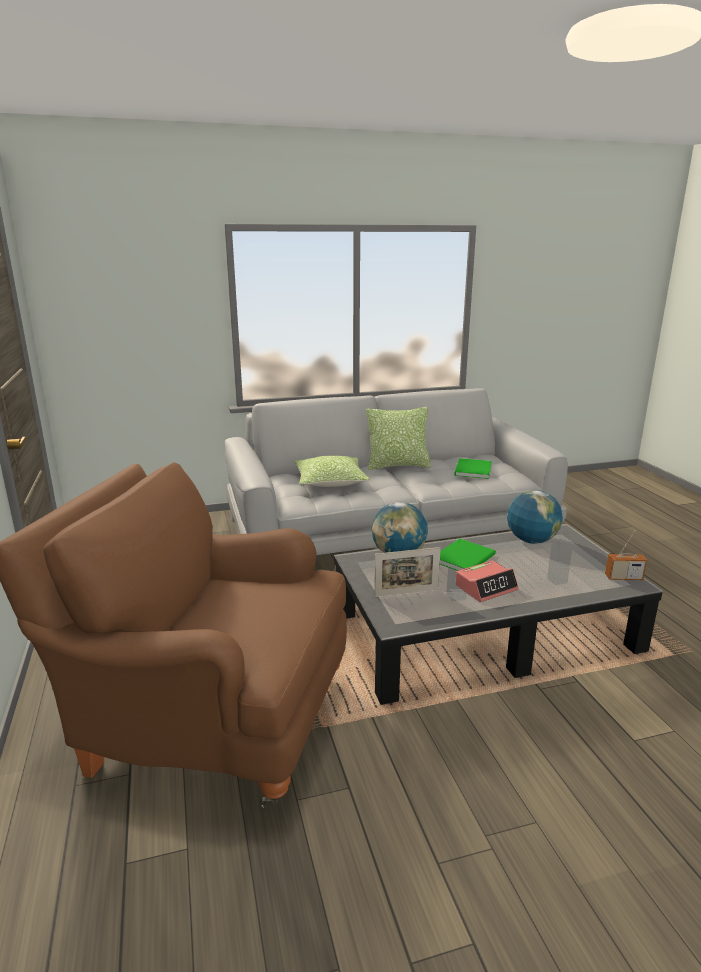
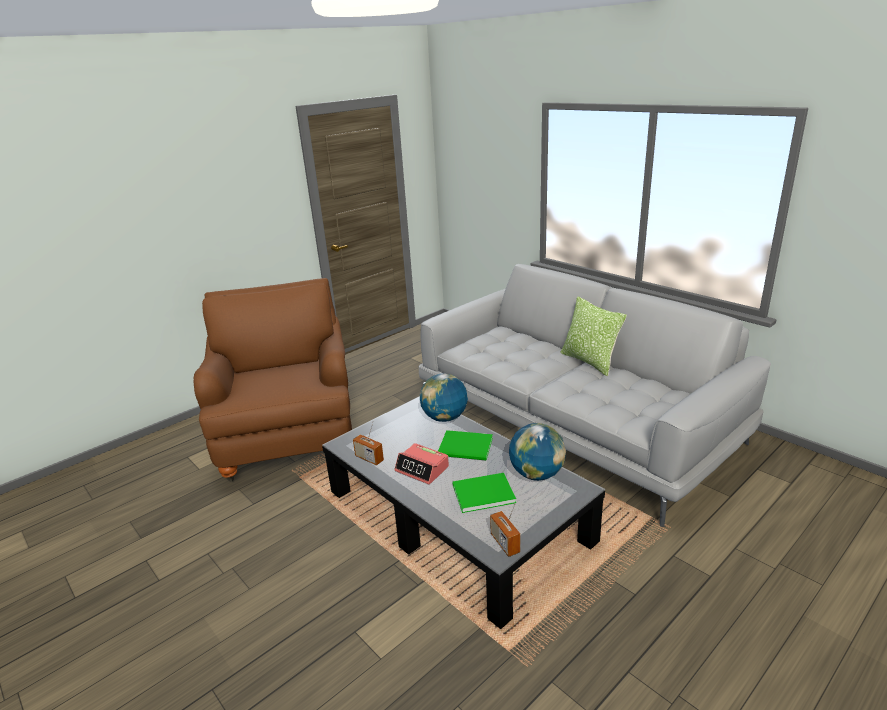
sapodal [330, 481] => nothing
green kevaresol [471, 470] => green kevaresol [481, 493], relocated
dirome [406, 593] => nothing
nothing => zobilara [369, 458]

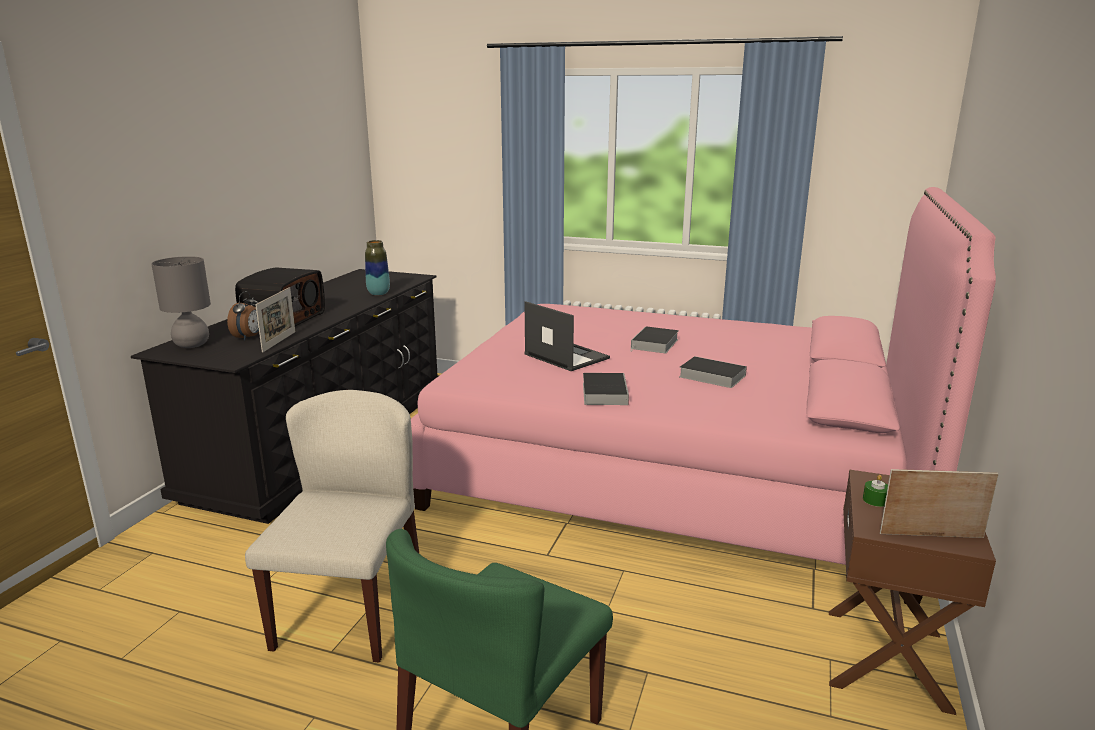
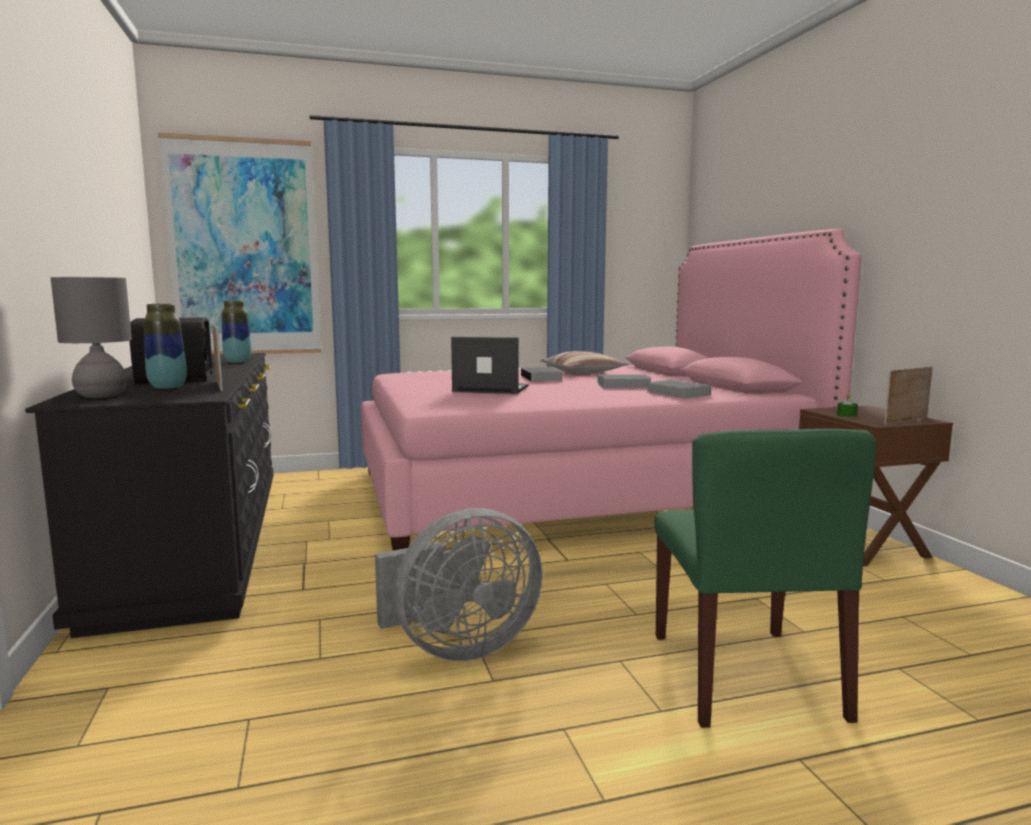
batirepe [249, 337] => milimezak [168, 387]
kevaresol [604, 392] => kevaresol [675, 393], relocated
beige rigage [350, 611] => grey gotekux [458, 647]
nothing => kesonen [244, 248]
nothing => sapodal [582, 373]

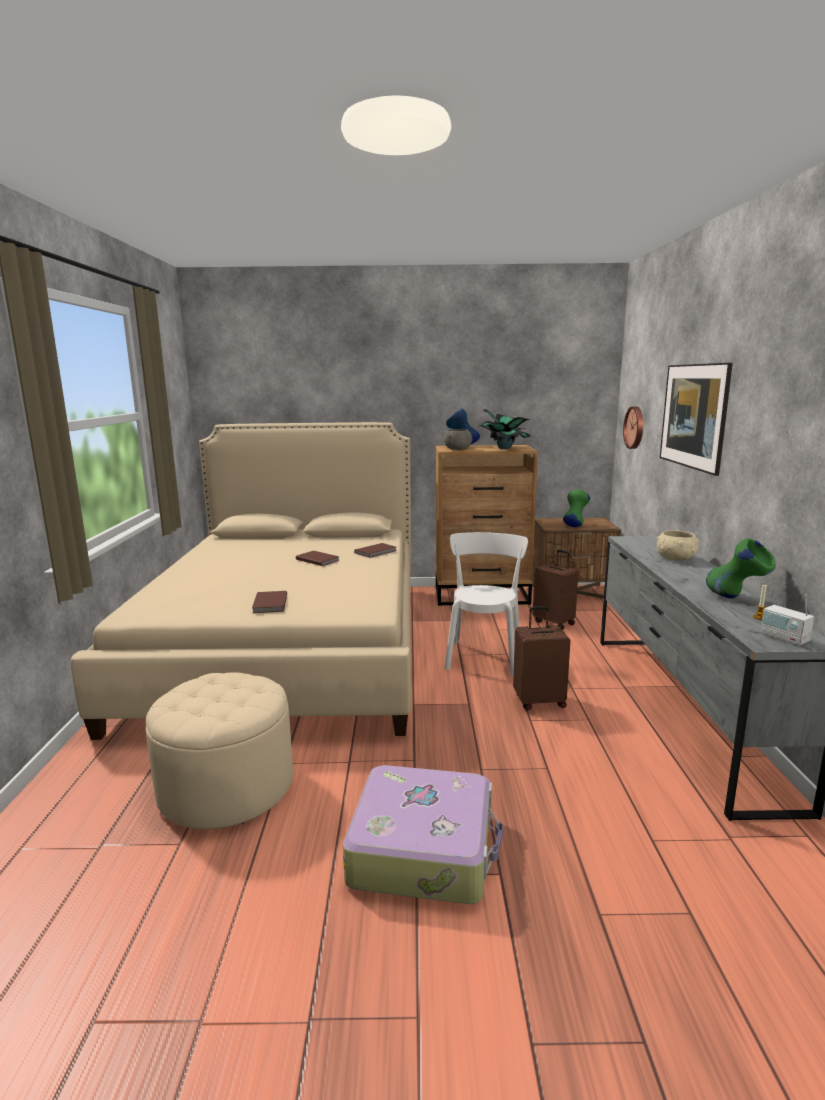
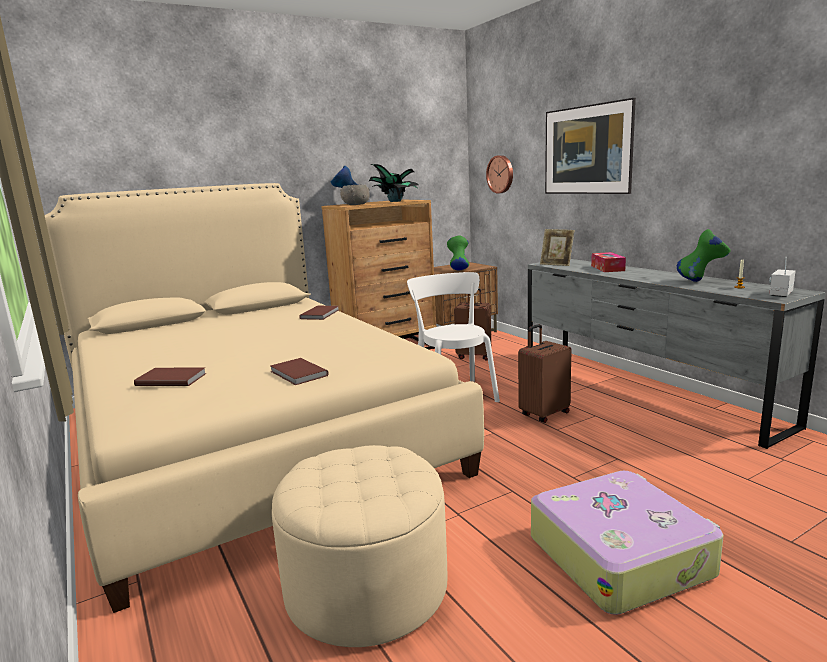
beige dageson [675, 559] => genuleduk [607, 268]
brown kevaresol [318, 560] => brown kevaresol [171, 379], relocated
zobilara [784, 638] => zobilara [780, 294], 105 degrees clockwise
nothing => dirome [556, 264]

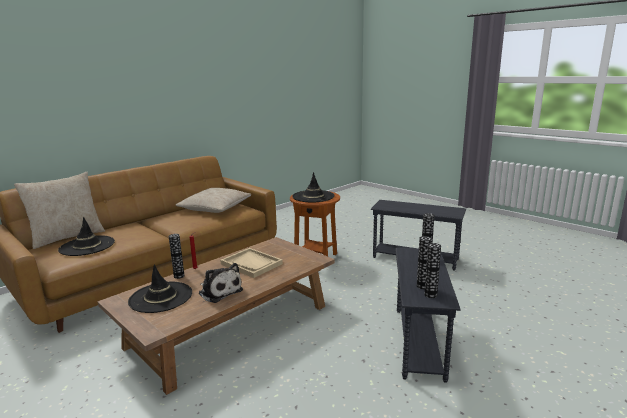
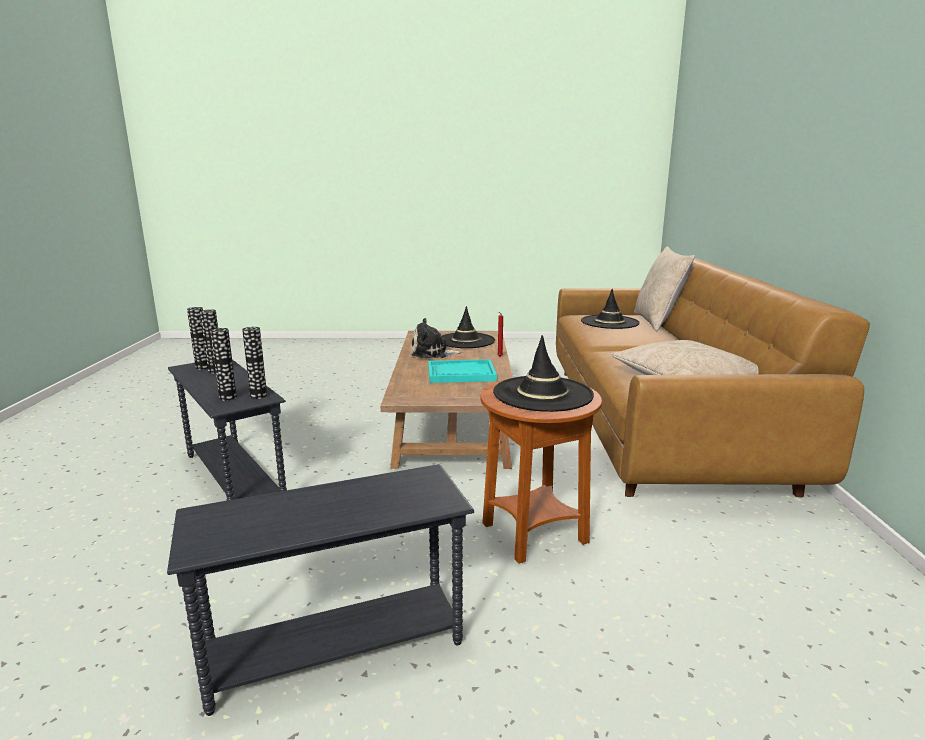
milimezak [179, 276] => milimezak [258, 396], relocated
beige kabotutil [251, 264] => turquoise kabotutil [461, 373]

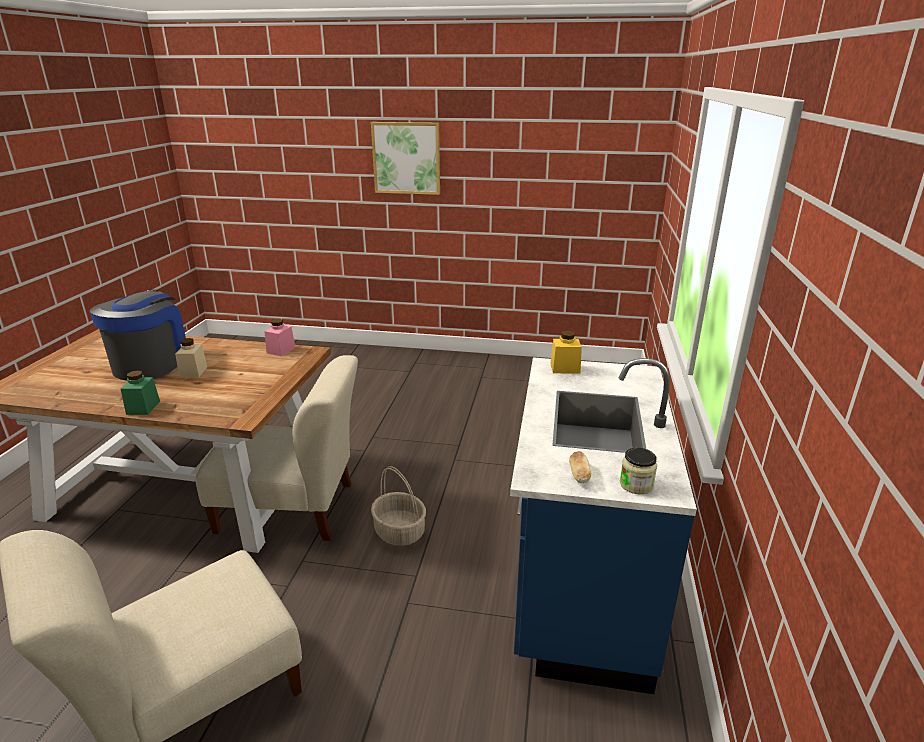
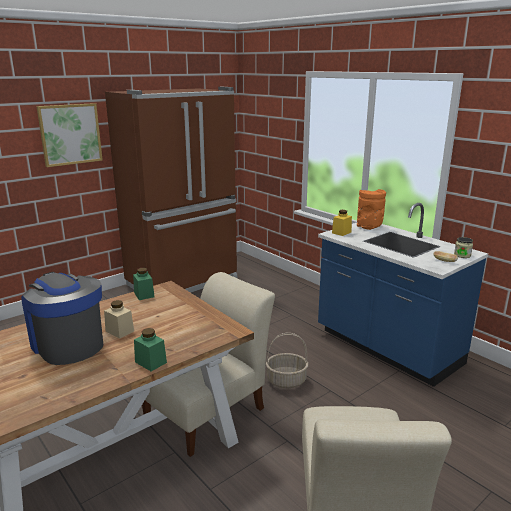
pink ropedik [281, 350] => green ropedik [144, 294]
nothing => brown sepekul [184, 282]
nothing => orange milimezak [369, 227]

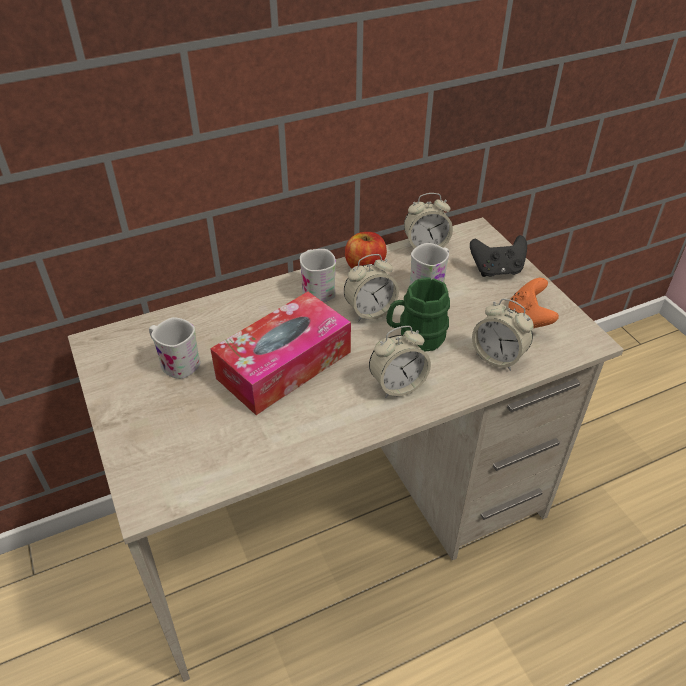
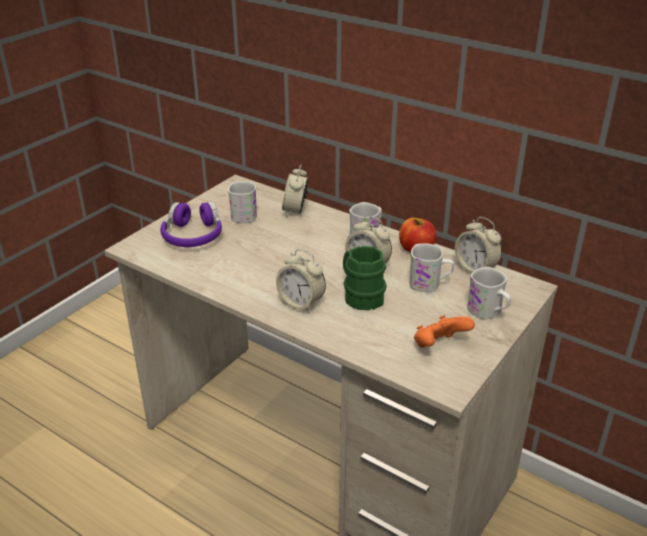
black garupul [497, 270] => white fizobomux [488, 312]
genuleduk [284, 365] => nothing
batirepe [498, 357] => batirepe [295, 211], relocated
nothing => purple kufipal [193, 235]

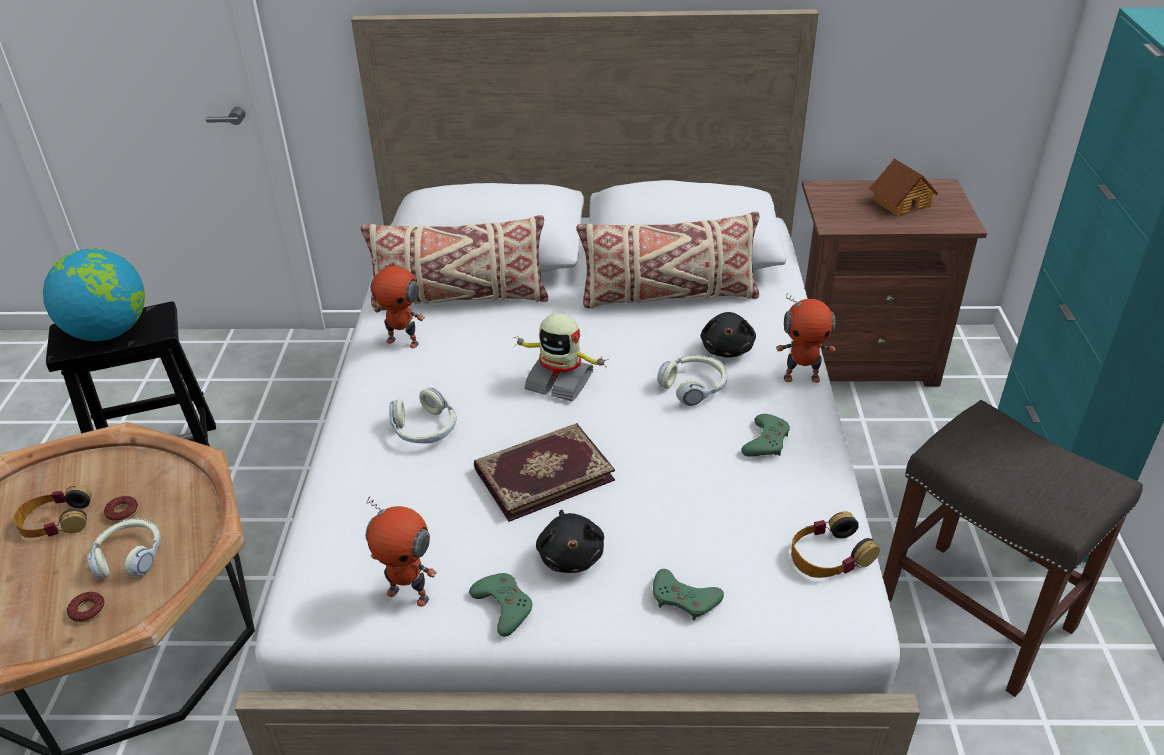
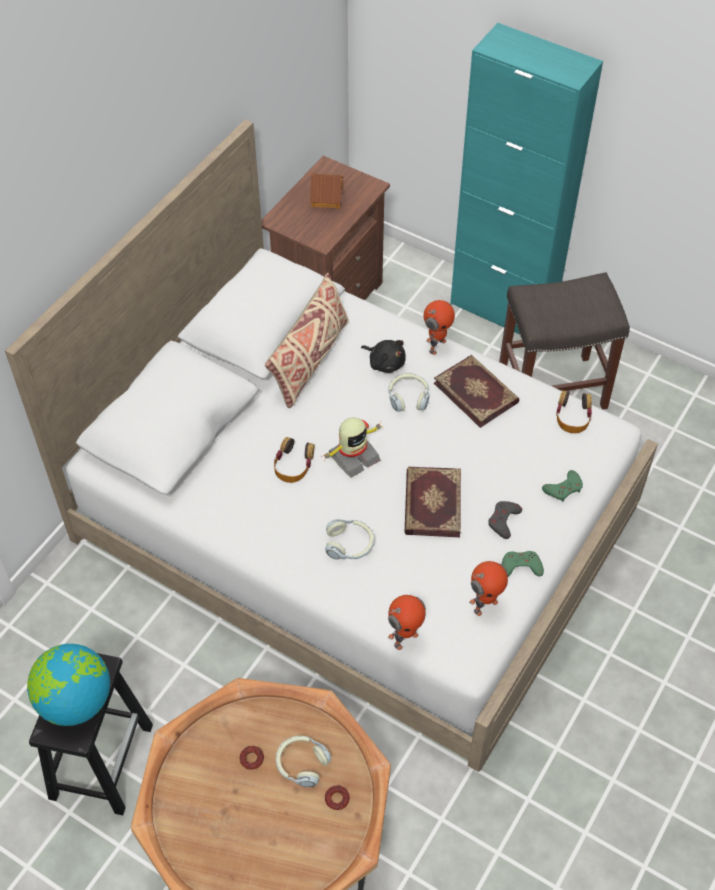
beige sapodal [459, 297] => nothing
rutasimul [403, 341] => rutasimul [405, 638], relocated
green garupul [766, 441] => kevaresol [476, 392]
kufipal [56, 521] => kufipal [293, 464], relocated
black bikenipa [571, 555] => grey garupul [503, 521]

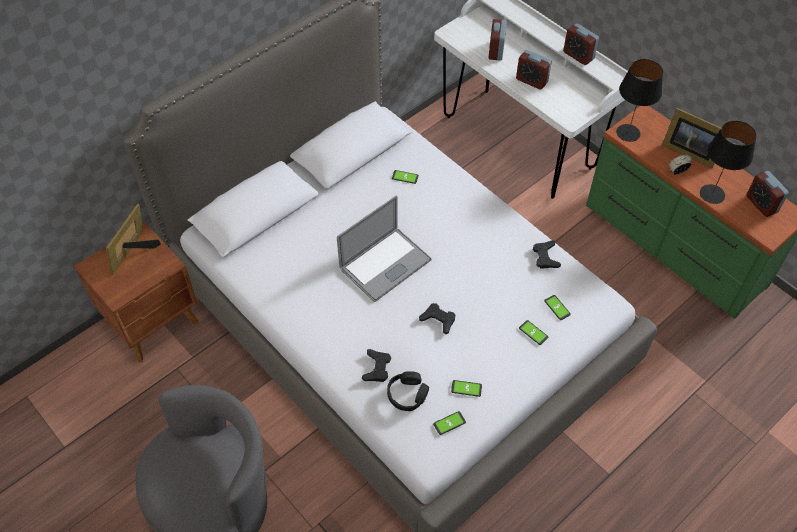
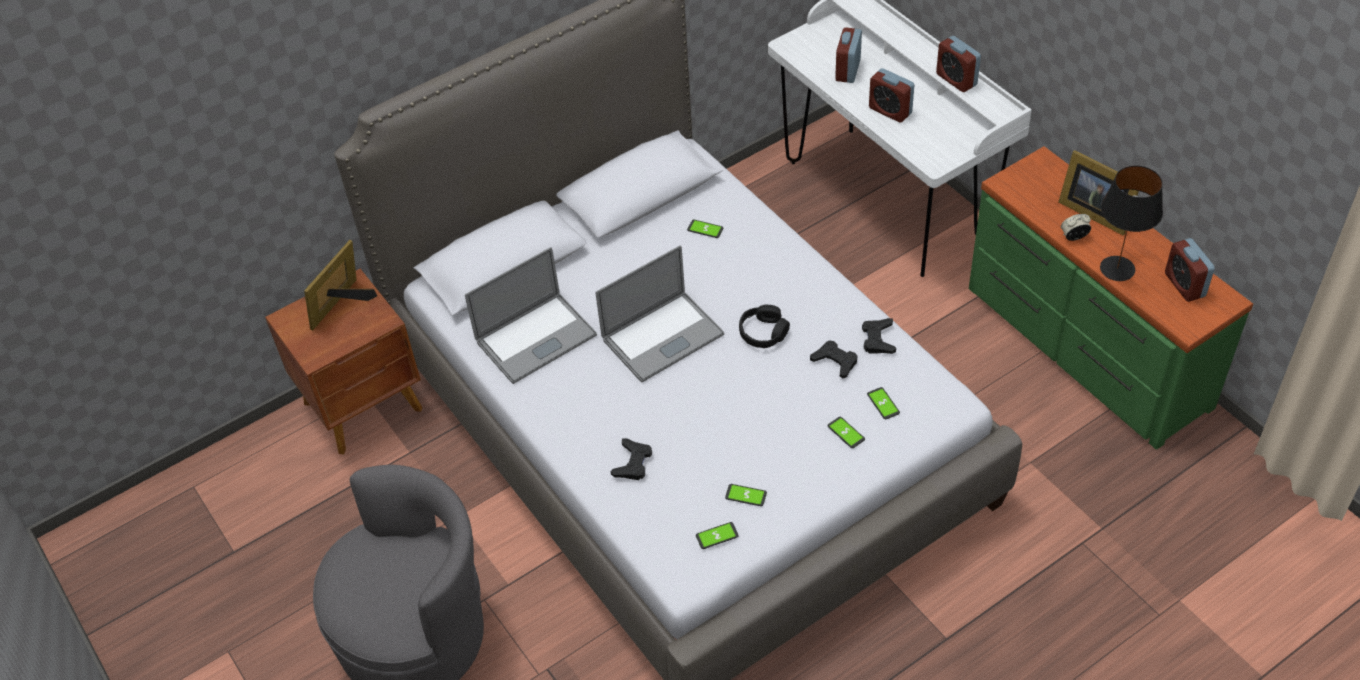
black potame [628, 133] => nothing
black garupul [438, 320] => black garupul [835, 361], relocated
black kufipal [407, 394] => black kufipal [763, 332], relocated
nothing => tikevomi [536, 338]

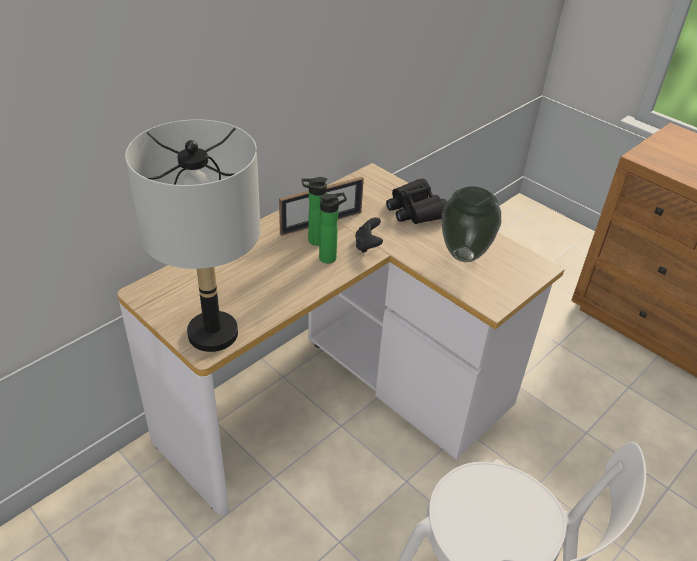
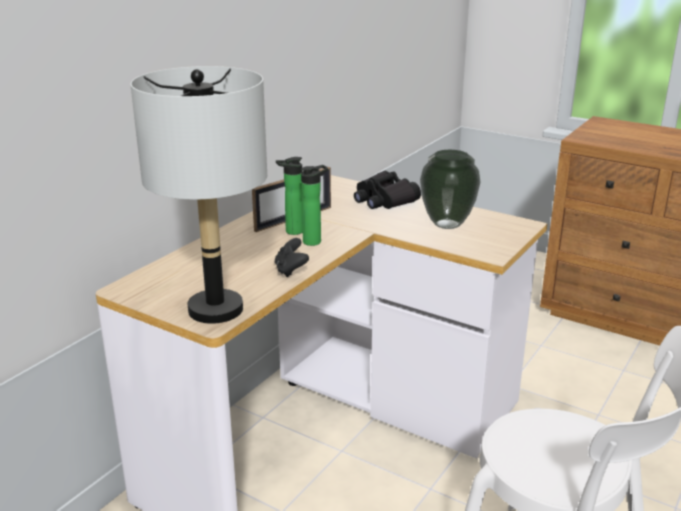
black garupul [367, 245] => black garupul [291, 270], relocated

